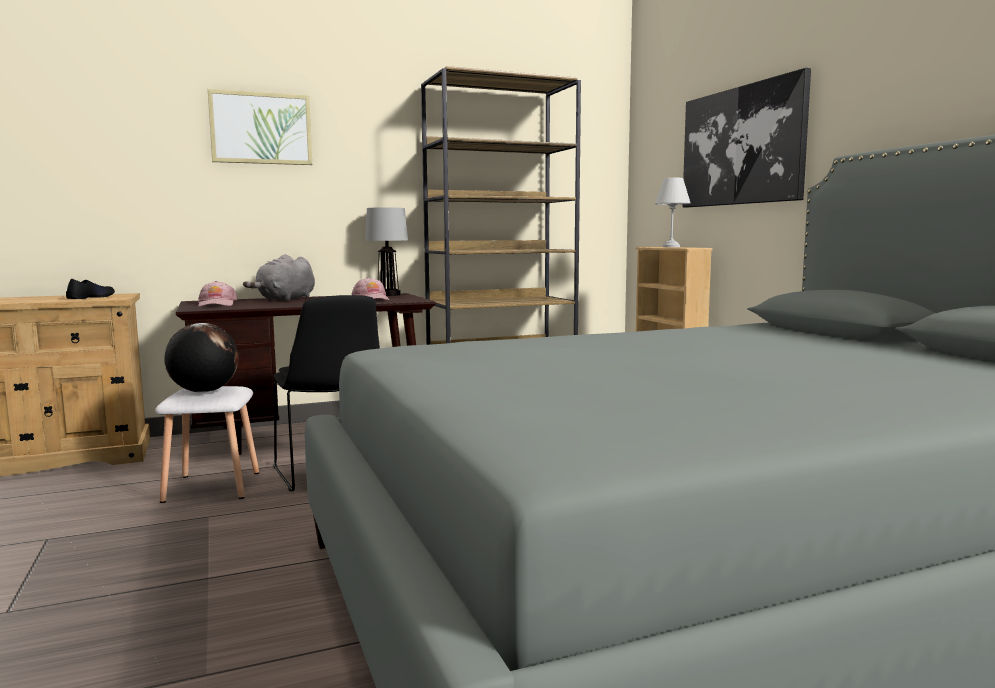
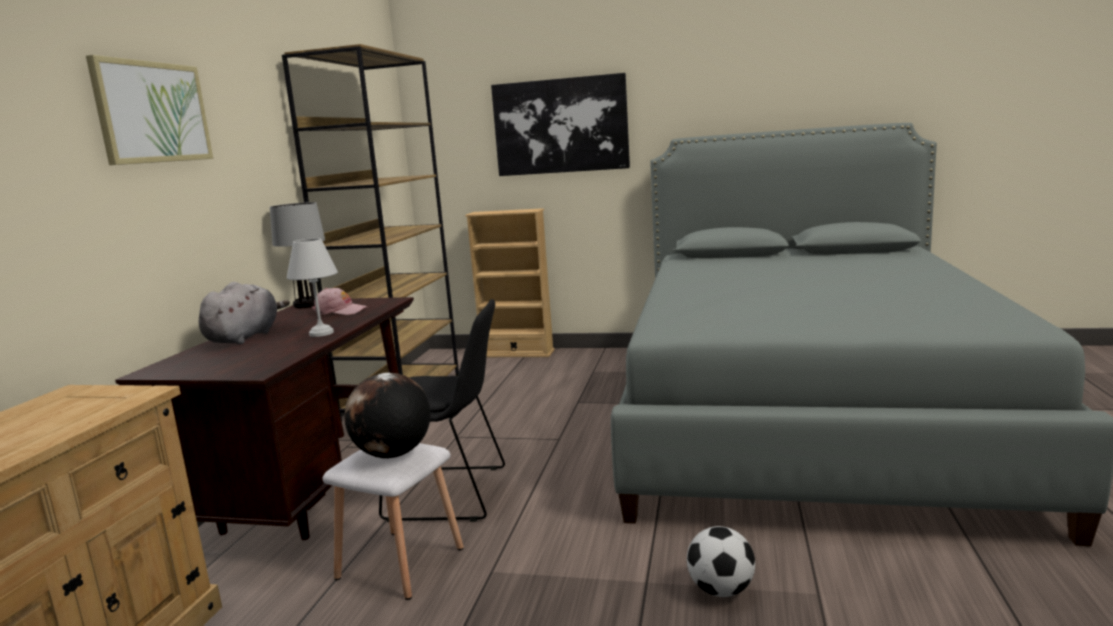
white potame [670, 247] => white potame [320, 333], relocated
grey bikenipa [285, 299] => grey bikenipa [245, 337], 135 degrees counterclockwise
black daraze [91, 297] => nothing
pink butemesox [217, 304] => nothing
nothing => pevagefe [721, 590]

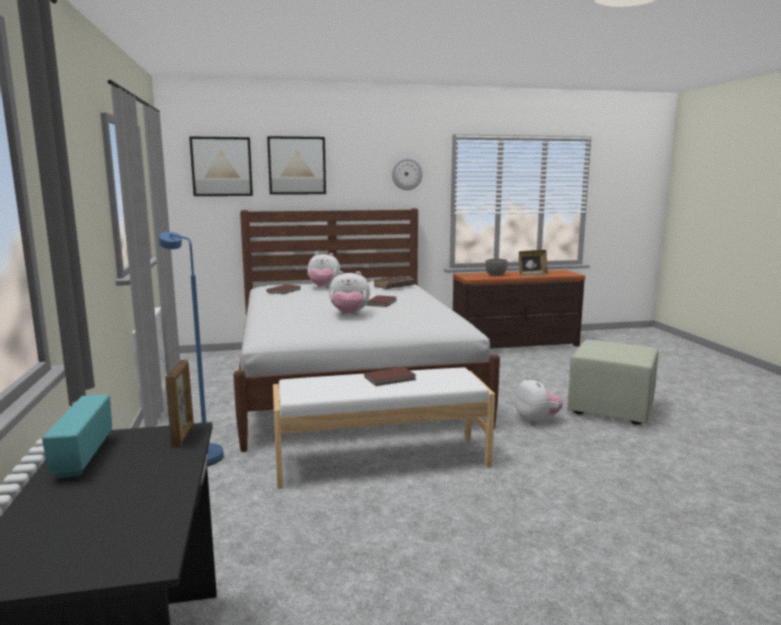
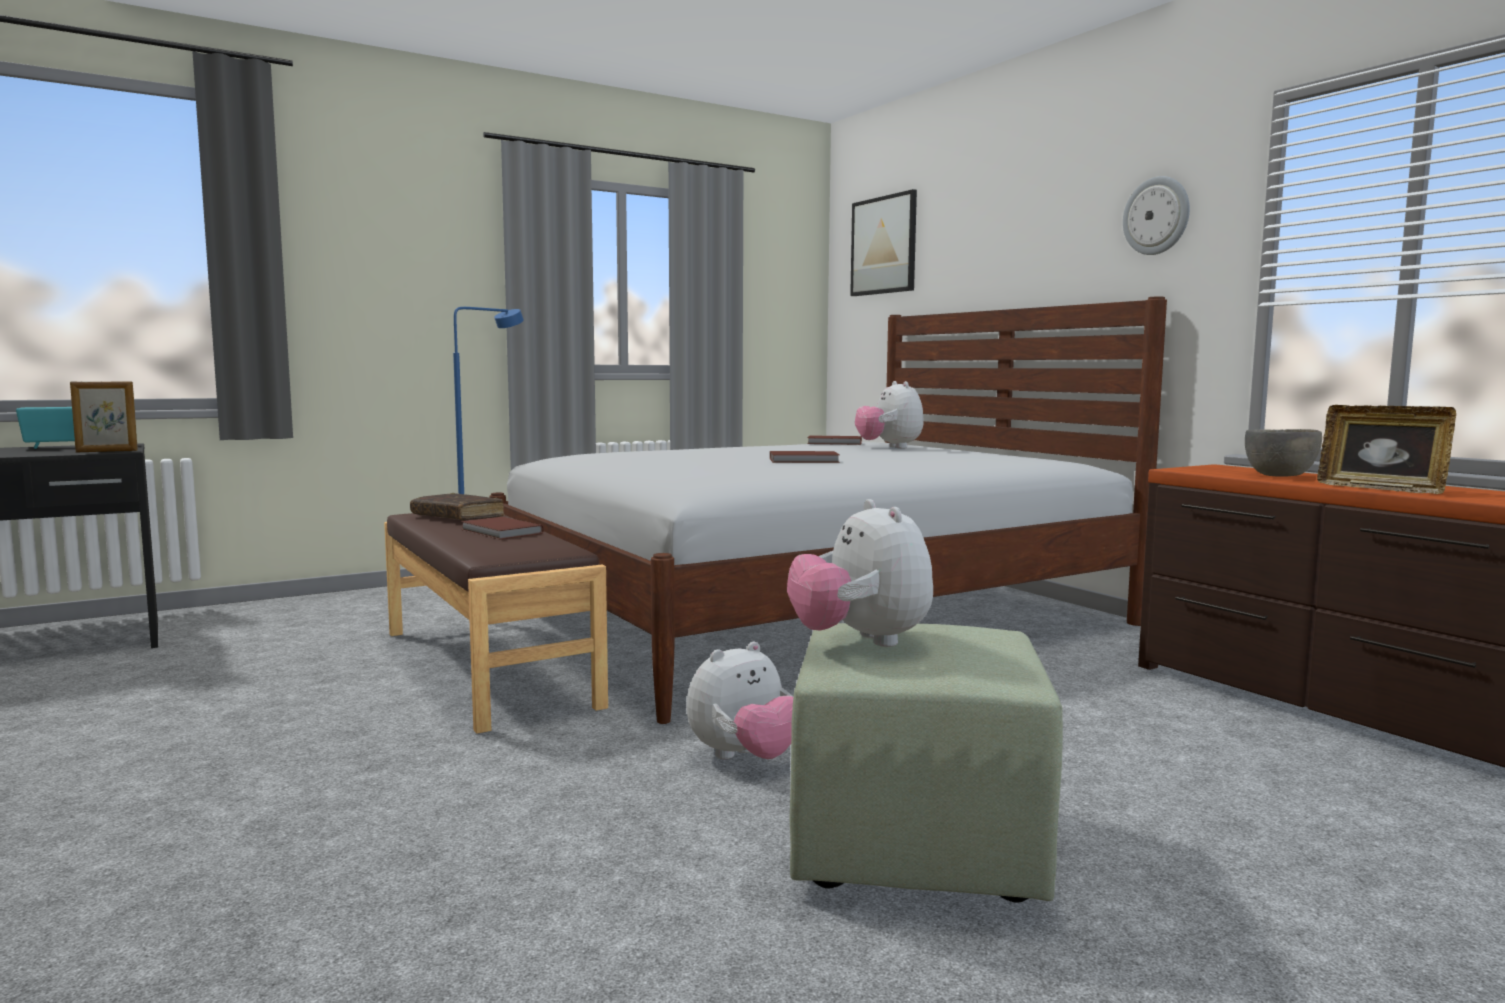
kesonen [297, 165] => nothing
bikenipa [349, 315] => bikenipa [860, 641], relocated
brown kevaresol [394, 286] => brown kevaresol [457, 517], relocated
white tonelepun [381, 460] => brown tonelepun [488, 666]

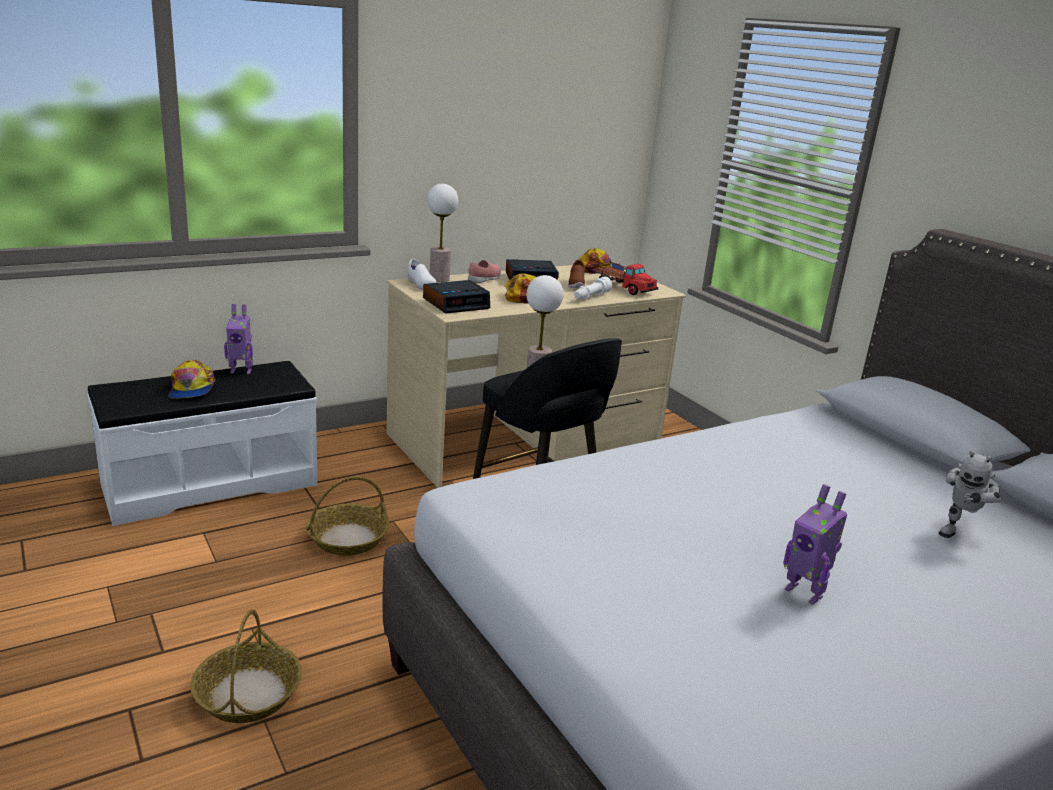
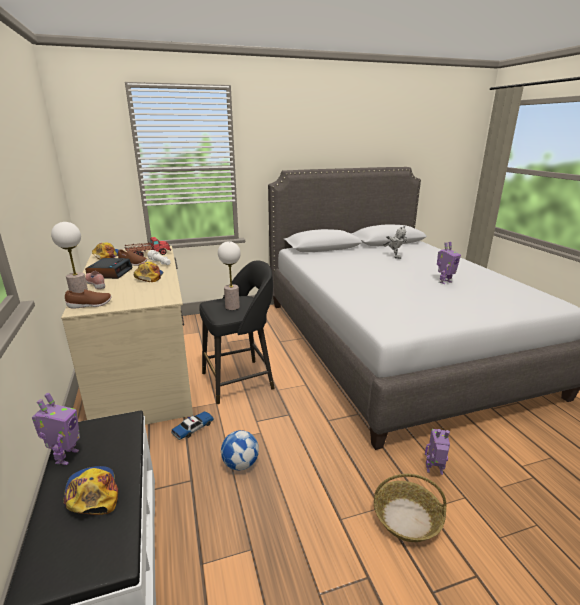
white daraze [420, 285] => brown daraze [90, 305]
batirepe [456, 303] => nothing
butemesox [191, 389] => butemesox [92, 493], 120 degrees counterclockwise
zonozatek [348, 538] => pevagefe [240, 464]
nothing => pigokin [193, 428]
nothing => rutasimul [434, 471]

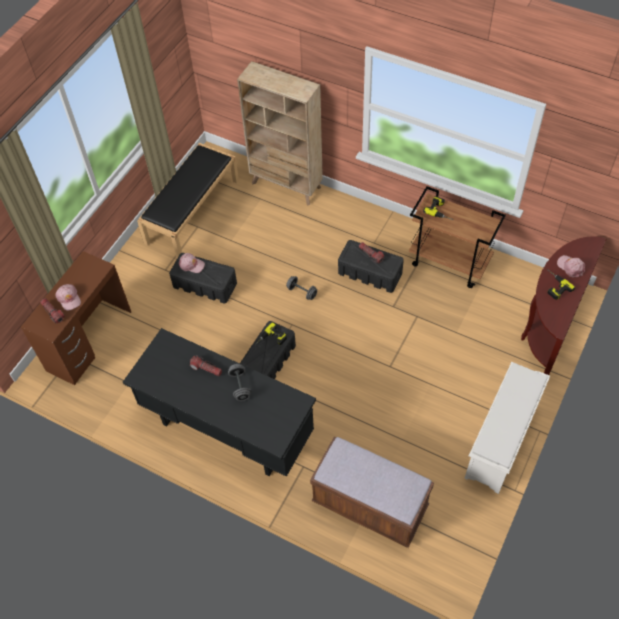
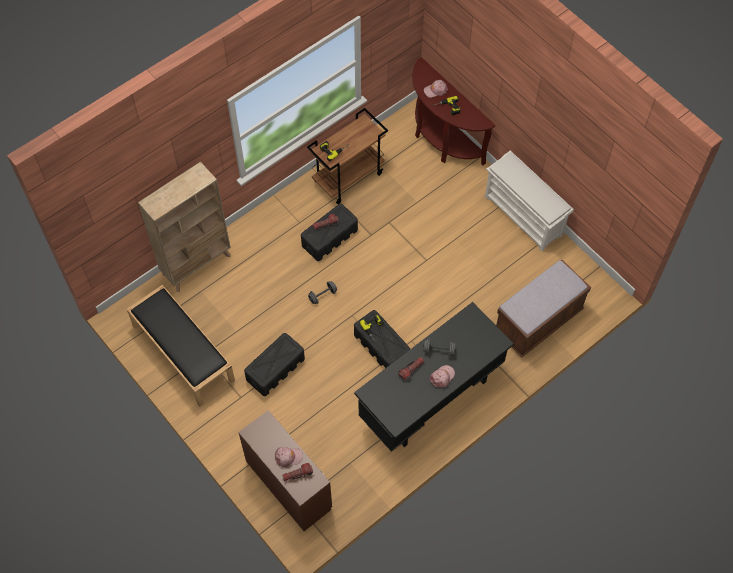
pink butemesox [191, 265] => pink butemesox [442, 377], relocated

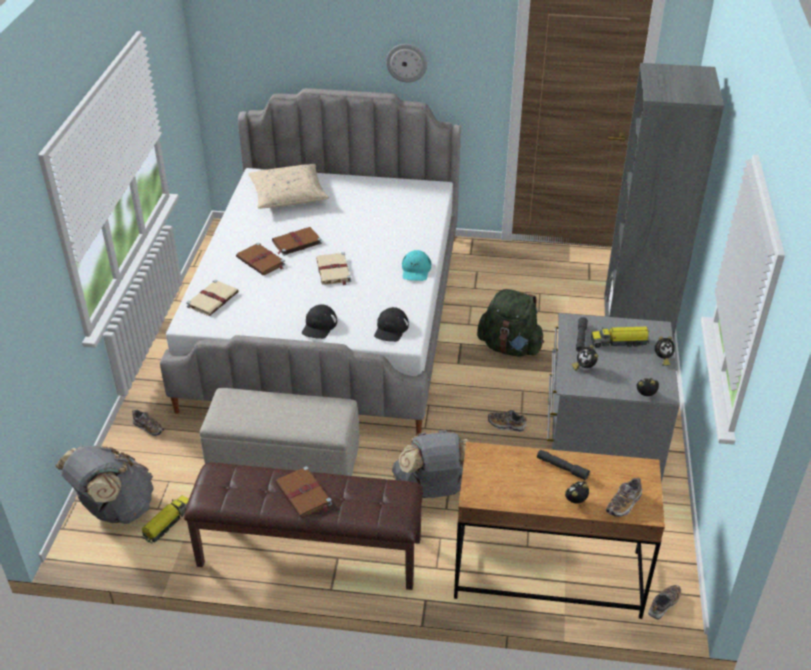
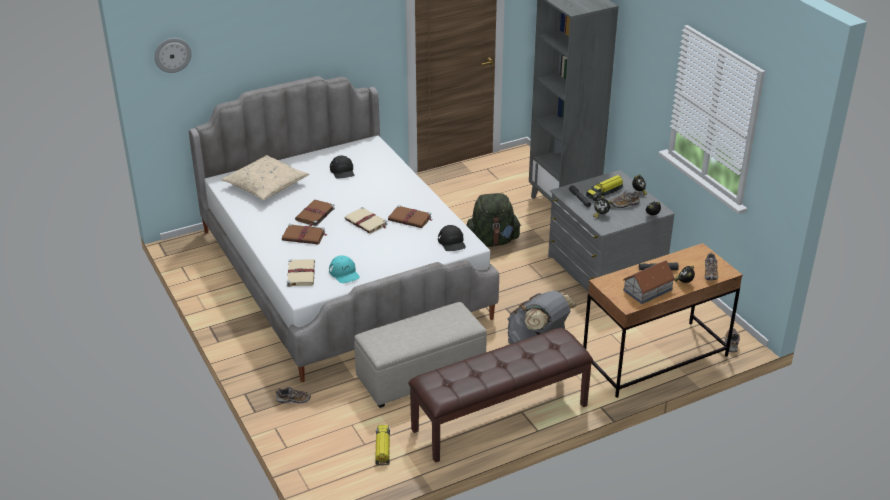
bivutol [406, 62] => bivutol [172, 54], relocated
turquoise butemesox [416, 270] => turquoise butemesox [344, 273], relocated
black butemesox [319, 326] => black butemesox [342, 171], relocated
daraze [506, 425] => daraze [624, 204], relocated
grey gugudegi [115, 509] => nothing
brown kevaresol [304, 495] => brown kevaresol [410, 219], relocated
nothing => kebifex [647, 290]

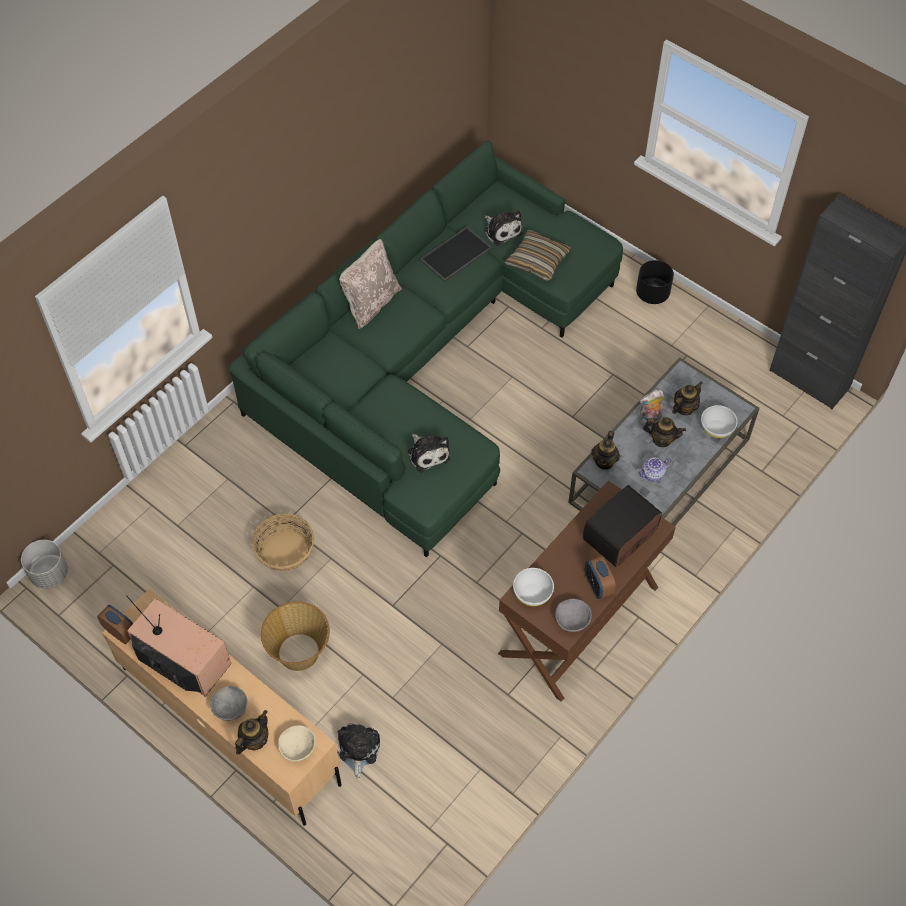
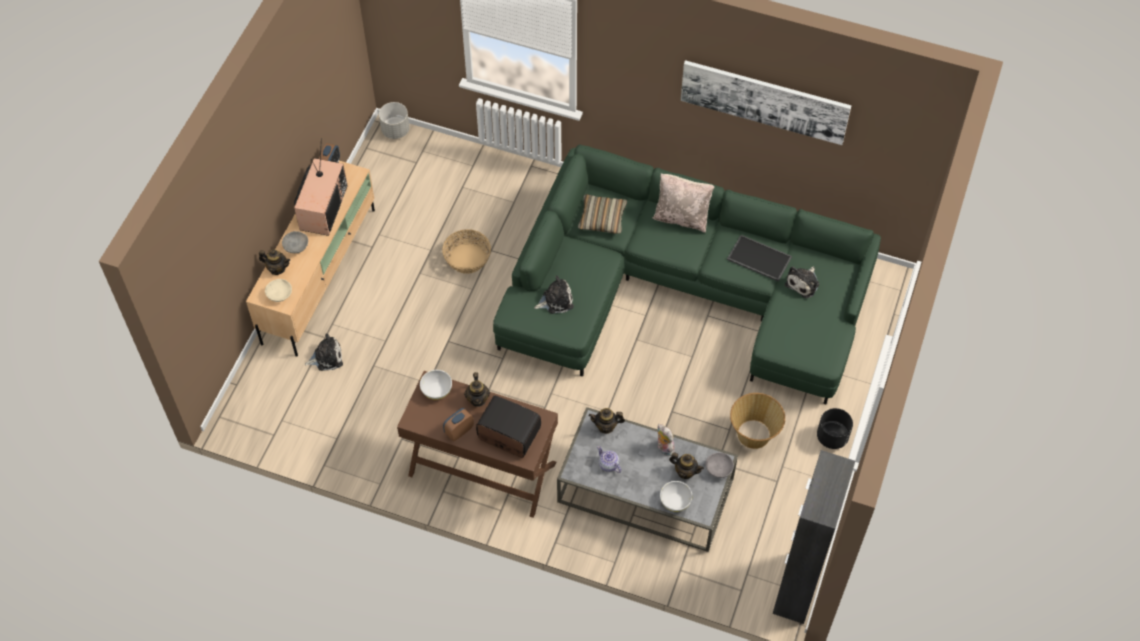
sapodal [538, 261] => sapodal [602, 218], relocated
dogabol [661, 439] => dogabol [478, 399], relocated
bikenipa [428, 453] => bikenipa [556, 300], 150 degrees counterclockwise
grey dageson [573, 620] => grey dageson [719, 469], relocated
zonozatek [299, 652] => zonozatek [753, 435], relocated
nothing => kesonen [764, 101]

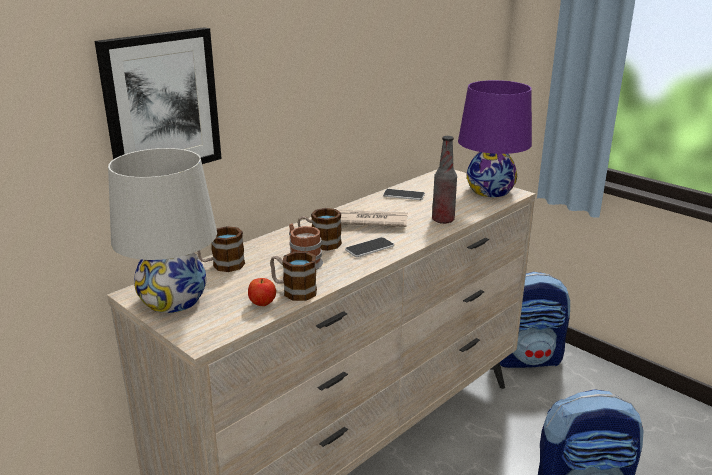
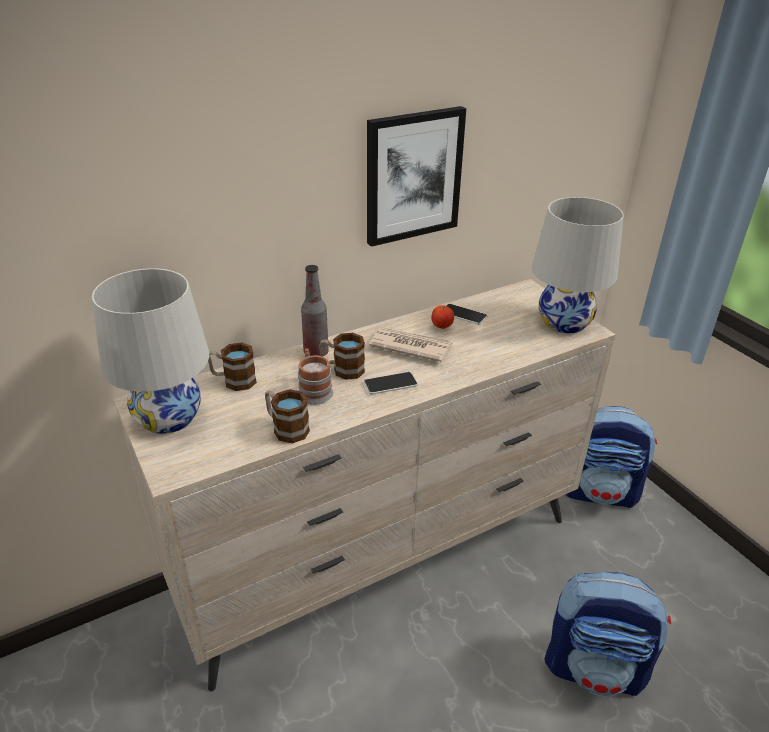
kesonen [161, 104] => kesonen [413, 176], relocated
purple potame [490, 190] => white potame [564, 322]
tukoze [443, 220] => tukoze [316, 353], relocated
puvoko [262, 304] => puvoko [442, 326], relocated

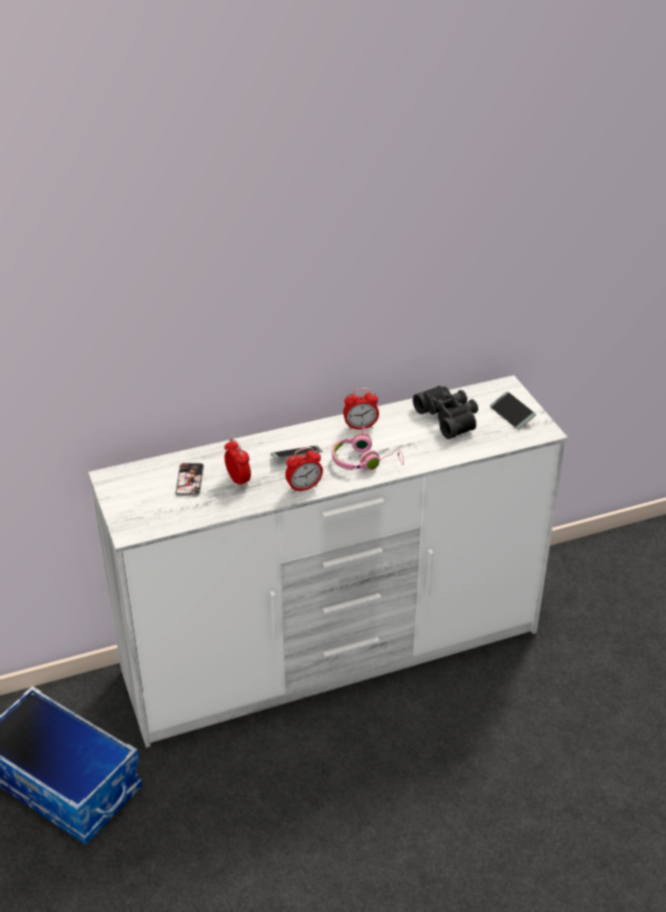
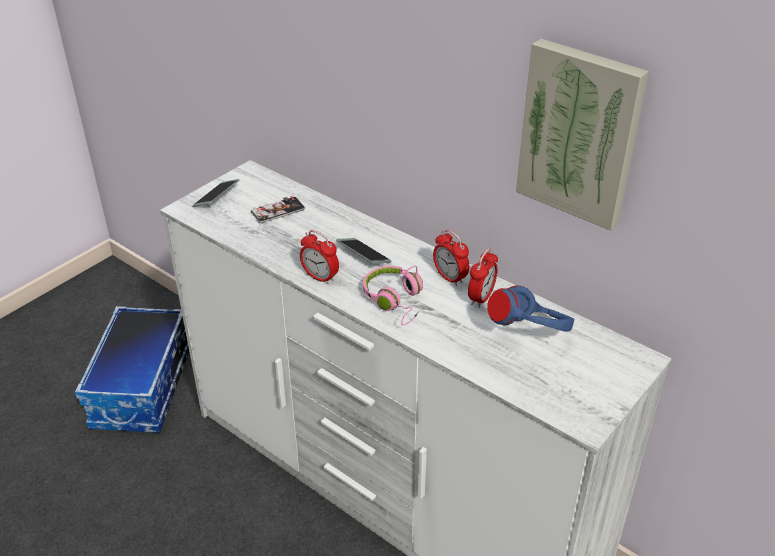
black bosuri [449, 418] => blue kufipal [529, 334]
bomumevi [512, 414] => bomumevi [216, 198], relocated
batirepe [238, 480] => batirepe [481, 298], relocated
nothing => kesonen [580, 133]

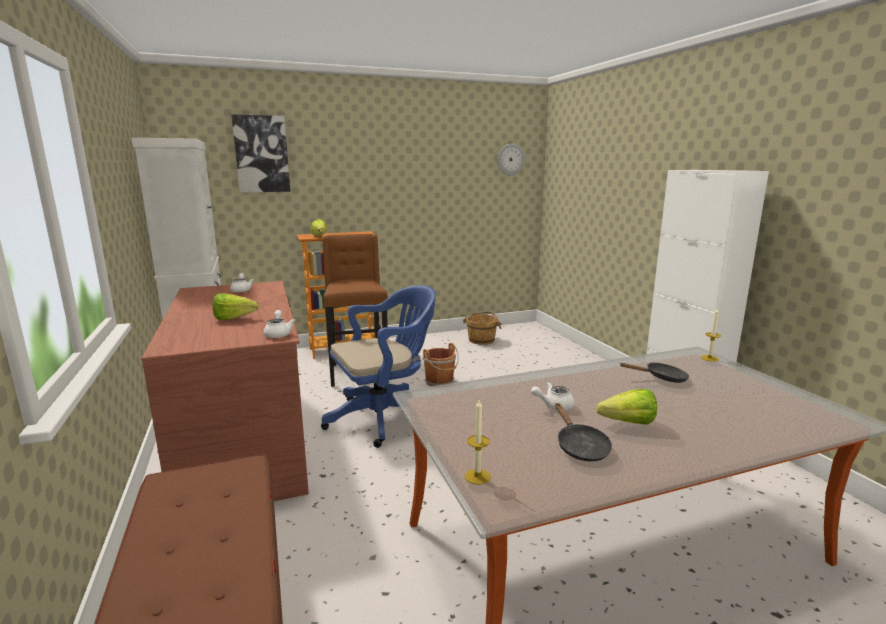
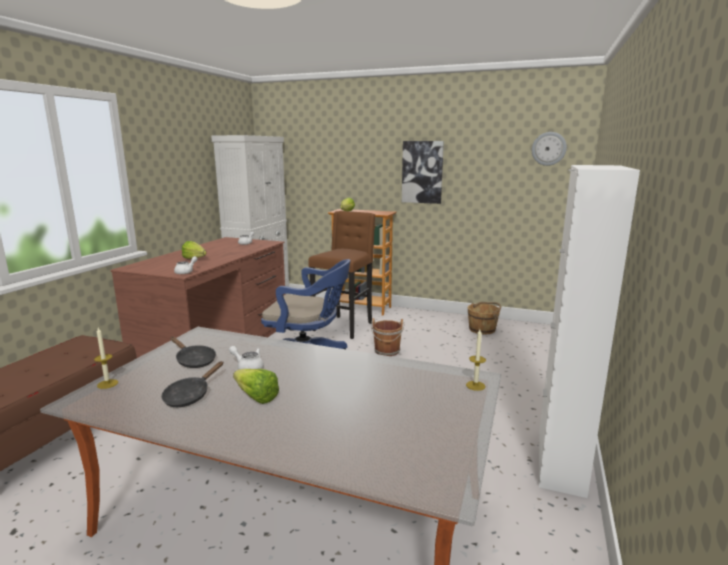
kesonen [261, 154] => kesonen [422, 172], relocated
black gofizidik [661, 378] => black gofizidik [194, 360], relocated

